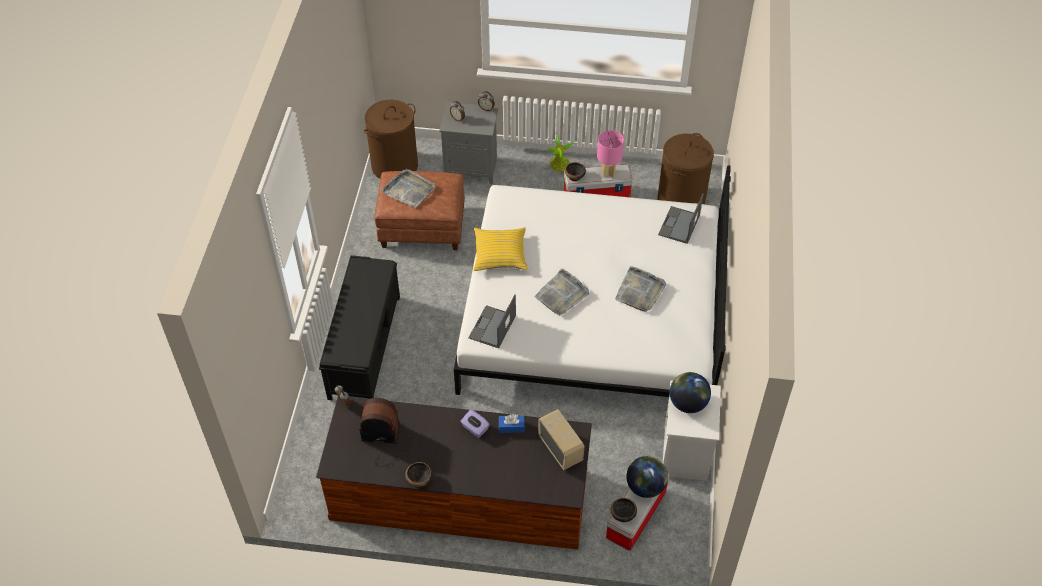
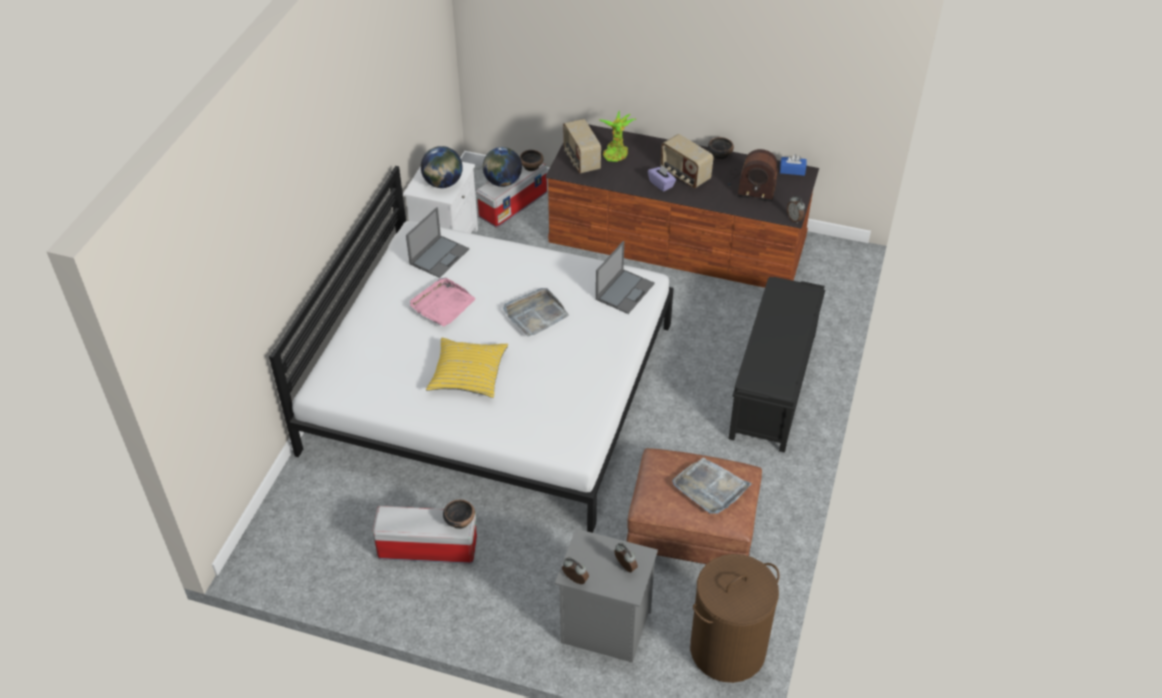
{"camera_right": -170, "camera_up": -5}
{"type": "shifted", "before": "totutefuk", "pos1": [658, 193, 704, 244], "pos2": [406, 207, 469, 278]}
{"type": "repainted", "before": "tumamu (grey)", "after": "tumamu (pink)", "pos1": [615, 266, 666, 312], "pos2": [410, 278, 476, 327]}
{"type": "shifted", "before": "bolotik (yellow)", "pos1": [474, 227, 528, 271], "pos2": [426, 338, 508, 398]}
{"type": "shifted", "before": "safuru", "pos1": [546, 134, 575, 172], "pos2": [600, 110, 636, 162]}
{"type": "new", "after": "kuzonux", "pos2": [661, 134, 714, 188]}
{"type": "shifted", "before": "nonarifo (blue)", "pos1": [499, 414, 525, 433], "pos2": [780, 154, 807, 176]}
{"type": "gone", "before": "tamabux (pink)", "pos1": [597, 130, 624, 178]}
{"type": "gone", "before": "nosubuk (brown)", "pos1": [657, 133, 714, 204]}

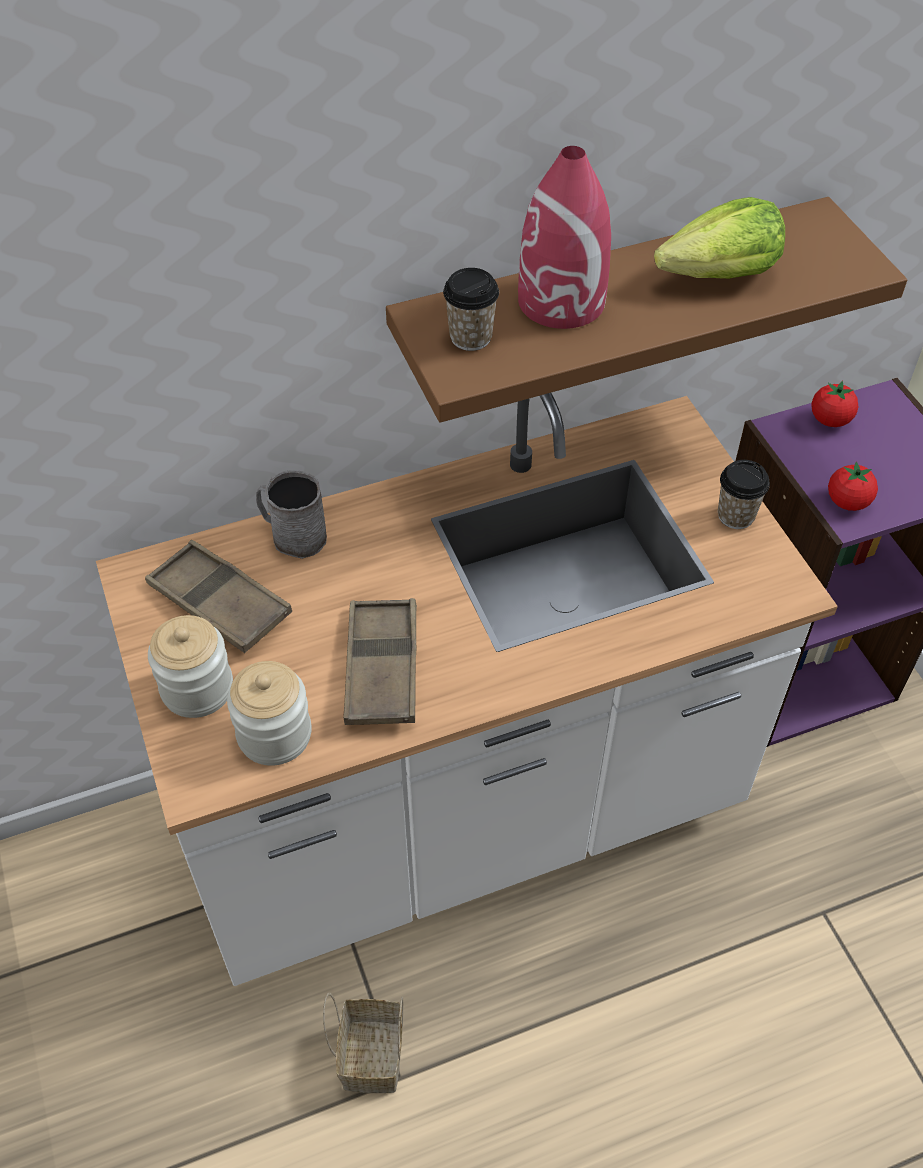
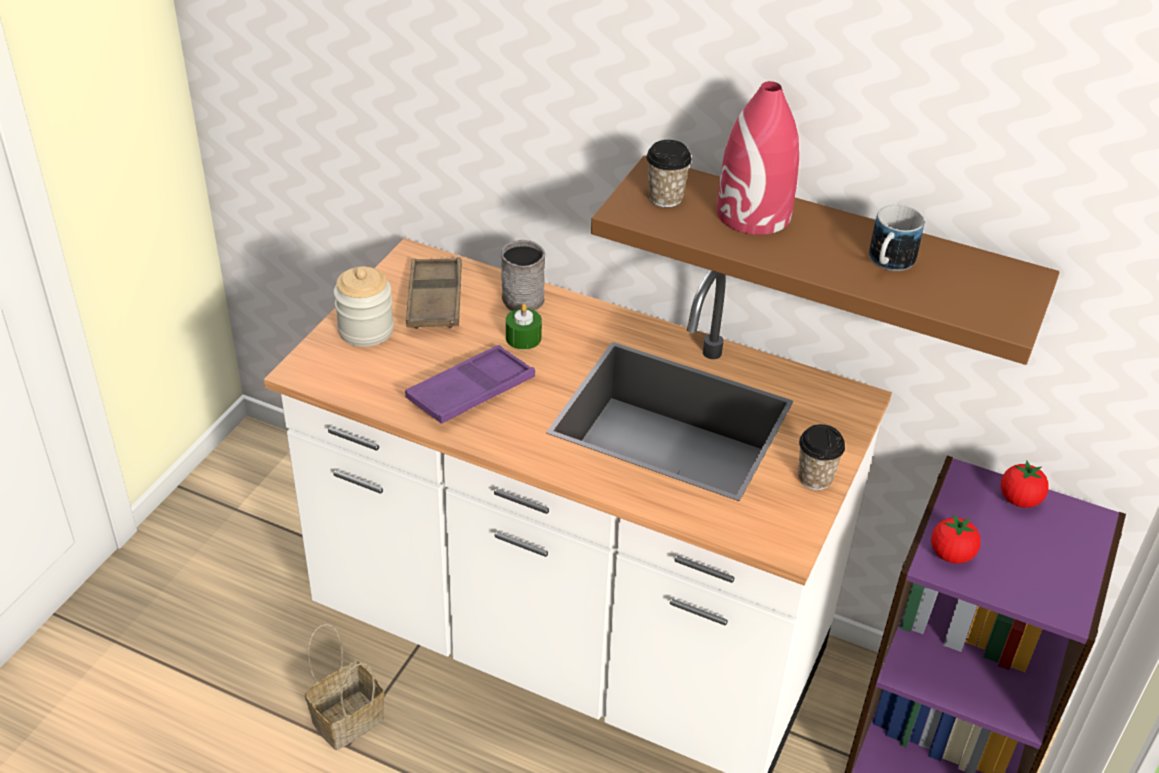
{"camera_right": 45, "camera_up": -10}
{"type": "repainted", "before": "tumamu (brown)", "after": "tumamu (purple)", "pos1": [343, 598, 417, 725], "pos2": [405, 345, 535, 424]}
{"type": "new", "after": "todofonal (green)", "pos2": [506, 304, 542, 350]}
{"type": "swapped", "before": "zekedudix", "after": "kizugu", "pos1": [654, 197, 785, 279], "pos2": [869, 205, 924, 271]}
{"type": "gone", "before": "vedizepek", "pos1": [227, 661, 312, 766]}

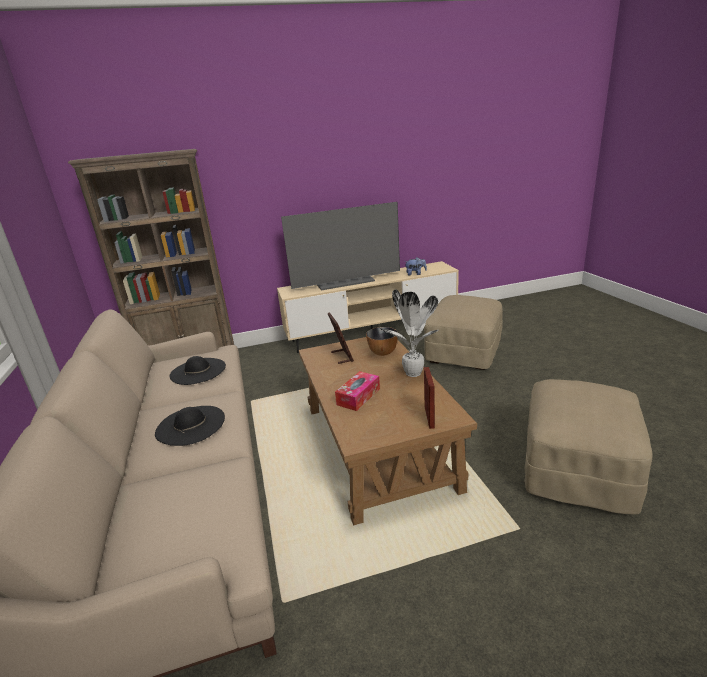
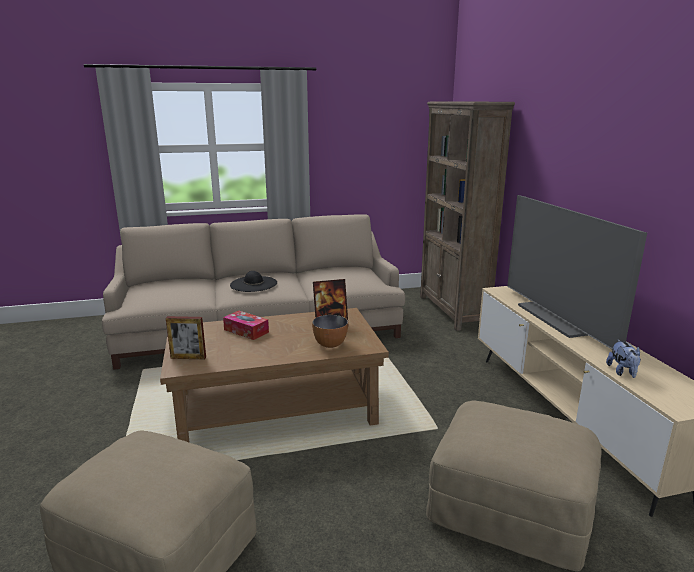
{"camera_right": 90, "camera_up": -5}
{"type": "gone", "before": "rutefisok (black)", "pos1": [169, 356, 226, 385]}
{"type": "gone", "before": "safuru", "pos1": [379, 289, 439, 377]}

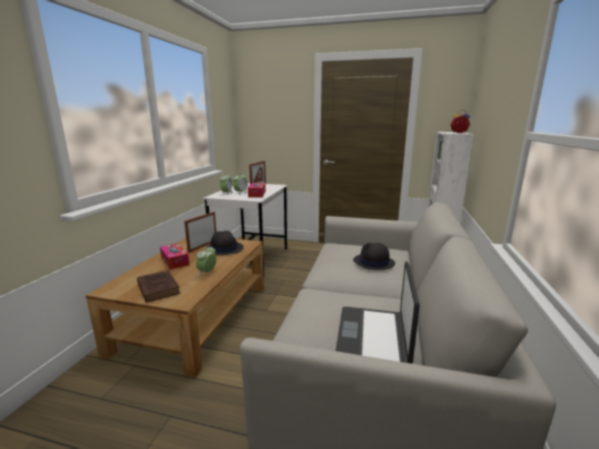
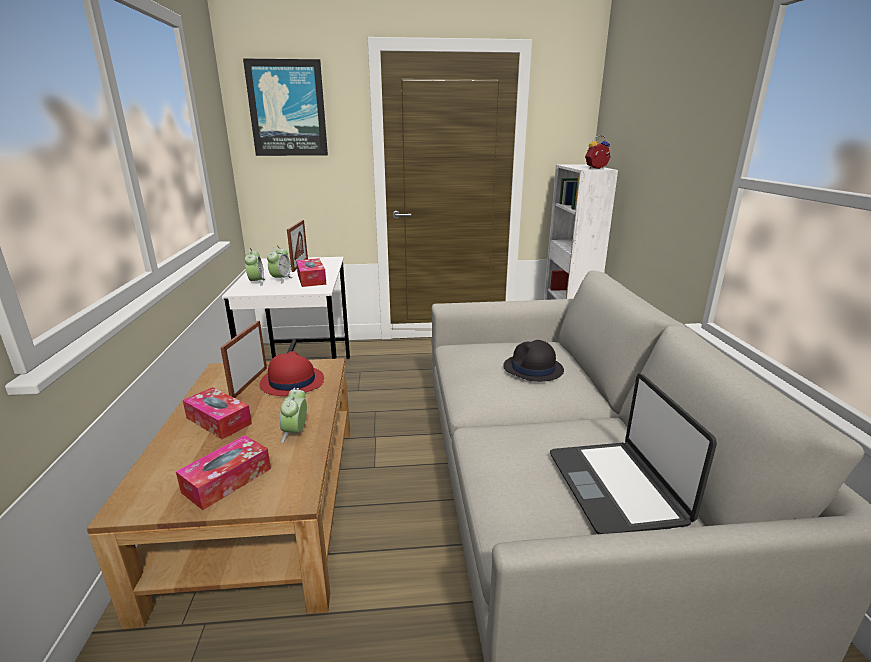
{"camera_right": -20, "camera_up": 5}
{"type": "swapped", "before": "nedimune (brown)", "after": "nonarifo", "pos1": [137, 270, 180, 302], "pos2": [176, 435, 271, 510]}
{"type": "new", "after": "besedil", "pos2": [243, 59, 328, 156]}
{"type": "repainted", "before": "rutefisok (black)", "after": "rutefisok (red)", "pos1": [206, 231, 243, 255], "pos2": [260, 351, 324, 396]}

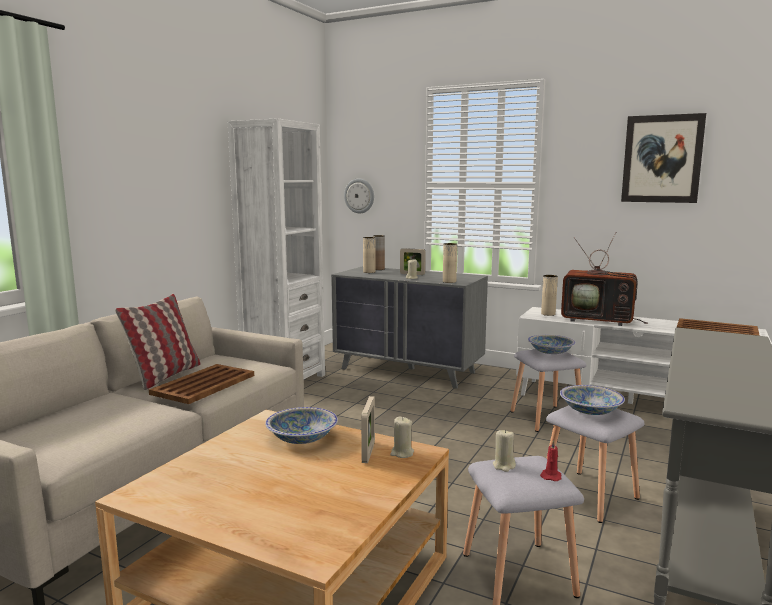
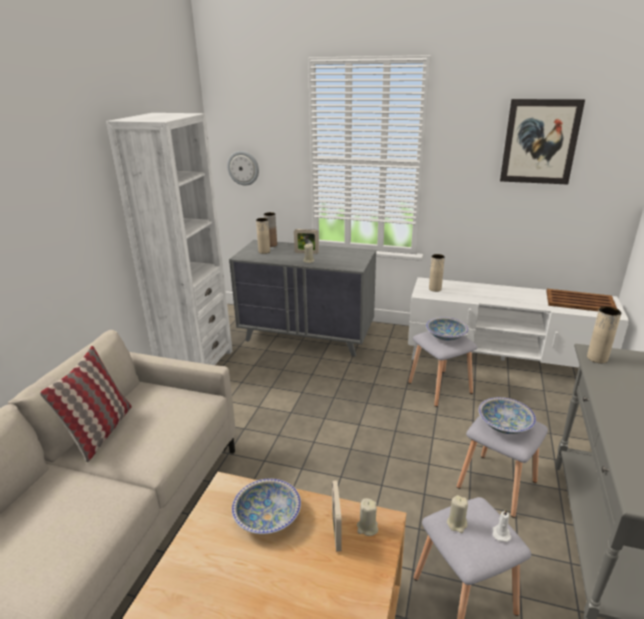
{"camera_right": -10, "camera_up": 15}
{"type": "repainted", "before": "todofonal (red)", "after": "todofonal (white)", "pos1": [540, 439, 561, 481], "pos2": [492, 509, 511, 542]}
{"type": "shifted", "before": "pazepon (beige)", "pos1": [443, 243, 457, 283], "pos2": [587, 307, 621, 363]}
{"type": "gone", "before": "tumamu (brown)", "pos1": [149, 364, 254, 404]}
{"type": "gone", "before": "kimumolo", "pos1": [561, 232, 648, 326]}

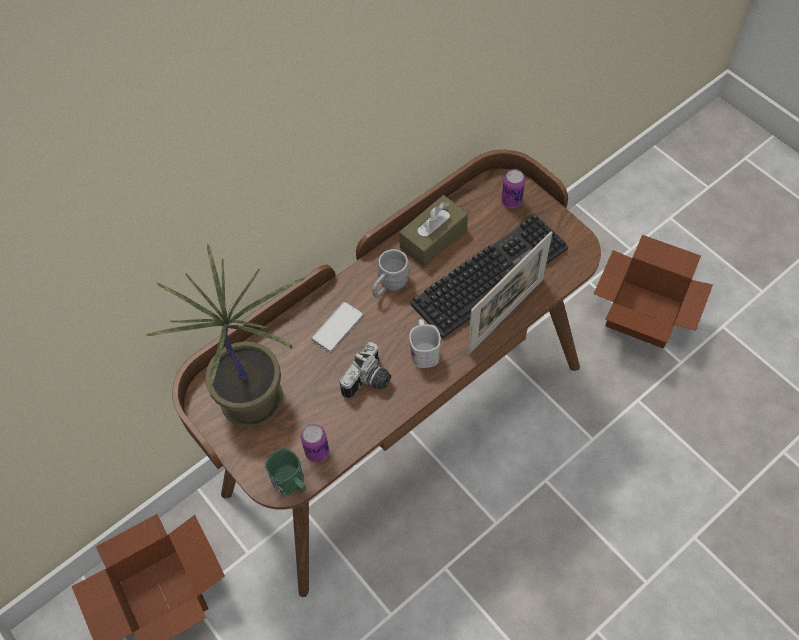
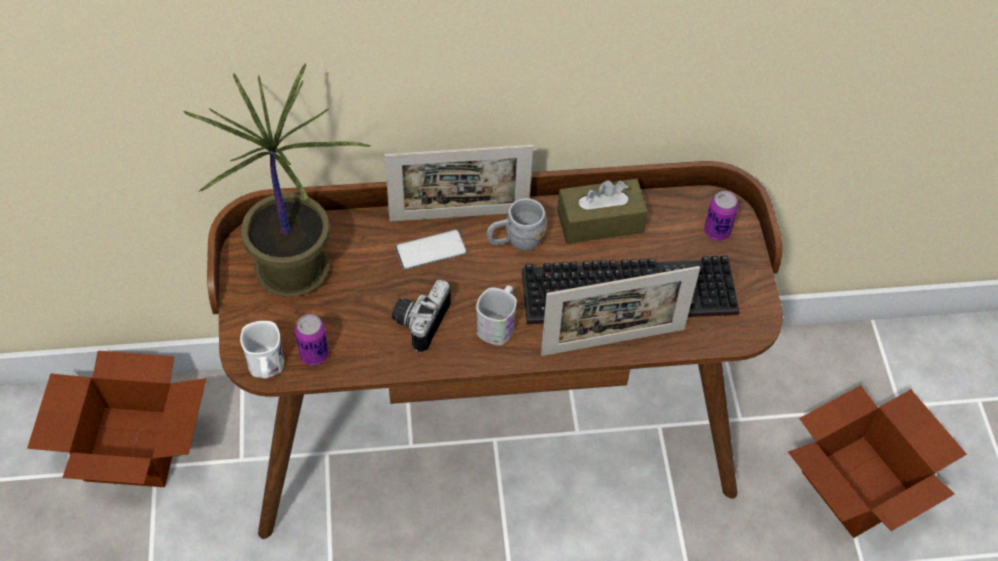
{"camera_right": 30, "camera_up": -5}
{"type": "repainted", "before": "kizugu (green)", "after": "kizugu (white)", "pos1": [265, 448, 306, 495], "pos2": [240, 321, 284, 378]}
{"type": "new", "after": "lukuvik", "pos2": [385, 145, 533, 222]}
{"type": "rotated", "before": "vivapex", "pos1": [340, 342, 391, 399], "pos2": [392, 280, 451, 352], "turn": 135}

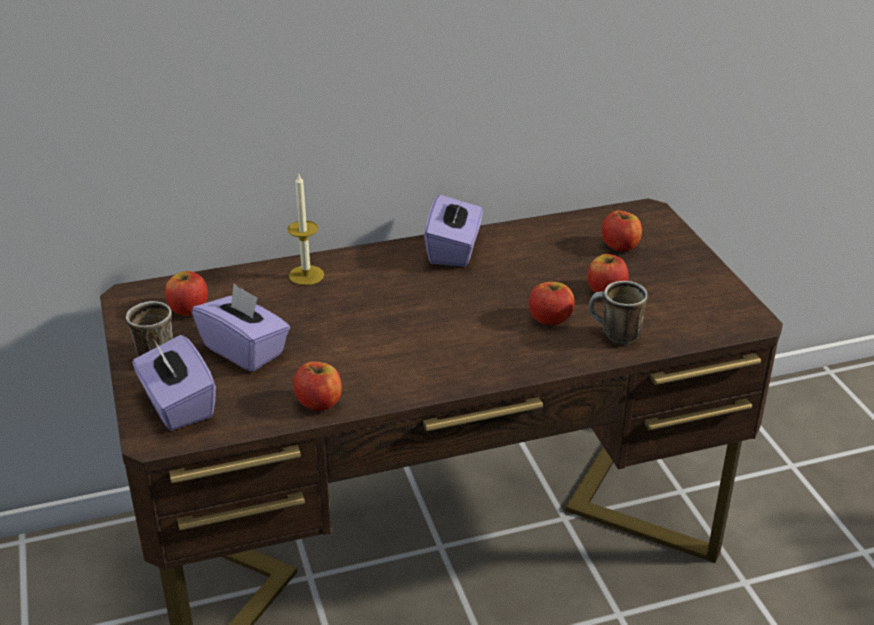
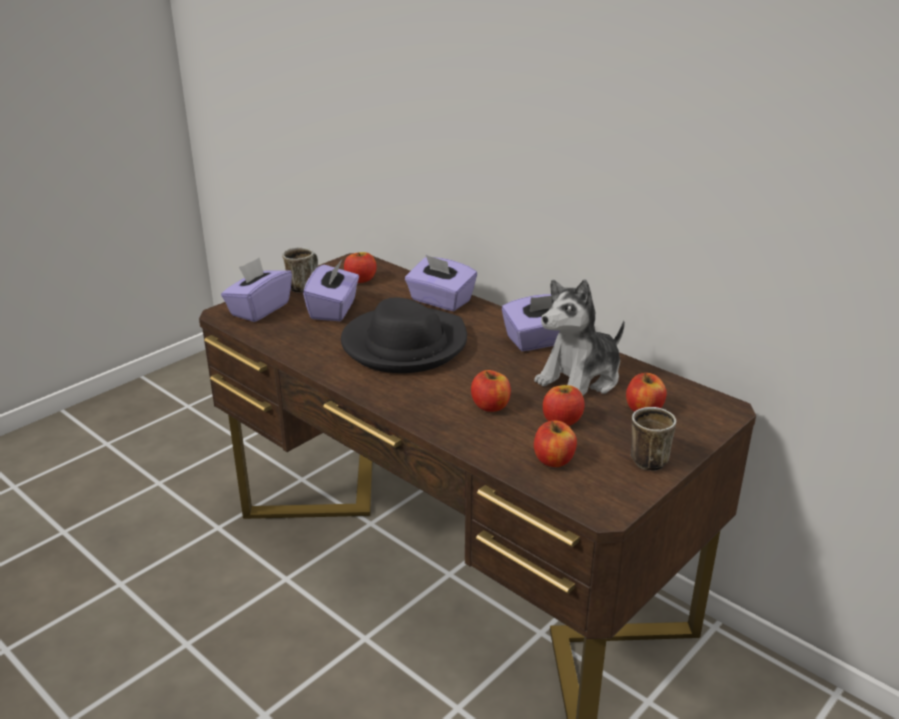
{"camera_right": 60, "camera_up": -5}
{"type": "new", "after": "rutefisok (black)", "pos2": [341, 297, 467, 373]}
{"type": "swapped", "before": "todofonal", "after": "nonarifo (purple)", "pos1": [287, 174, 324, 285], "pos2": [405, 255, 477, 311]}
{"type": "new", "after": "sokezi", "pos2": [534, 279, 625, 395]}
{"type": "shifted", "before": "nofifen", "pos1": [293, 362, 342, 411], "pos2": [534, 420, 577, 467]}
{"type": "shifted", "before": "kizugu", "pos1": [589, 281, 647, 345], "pos2": [631, 407, 676, 471]}

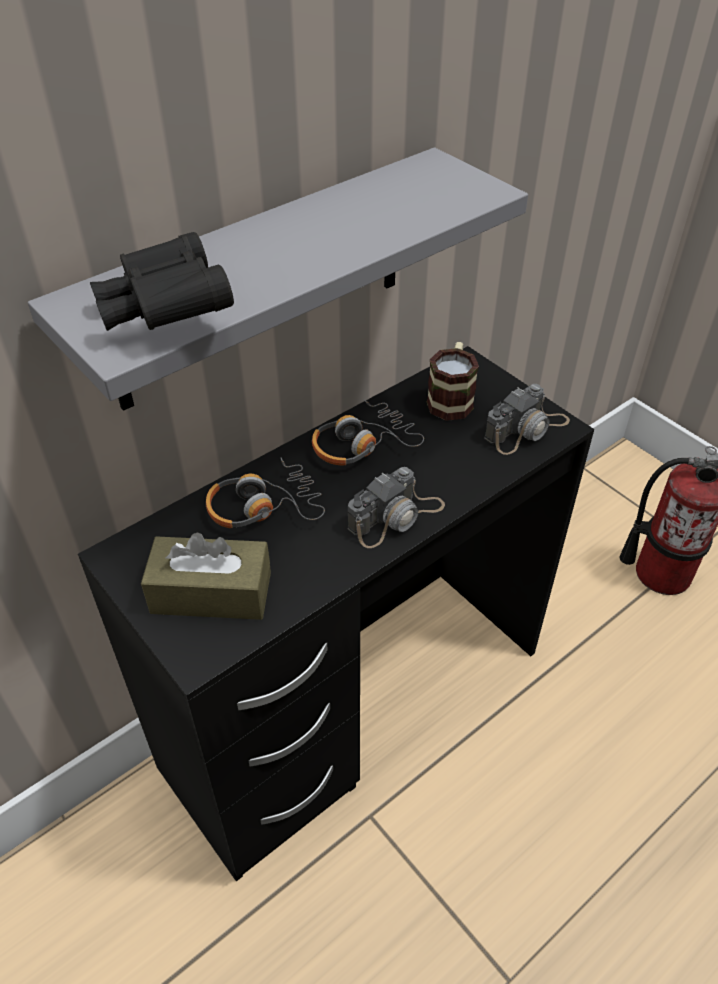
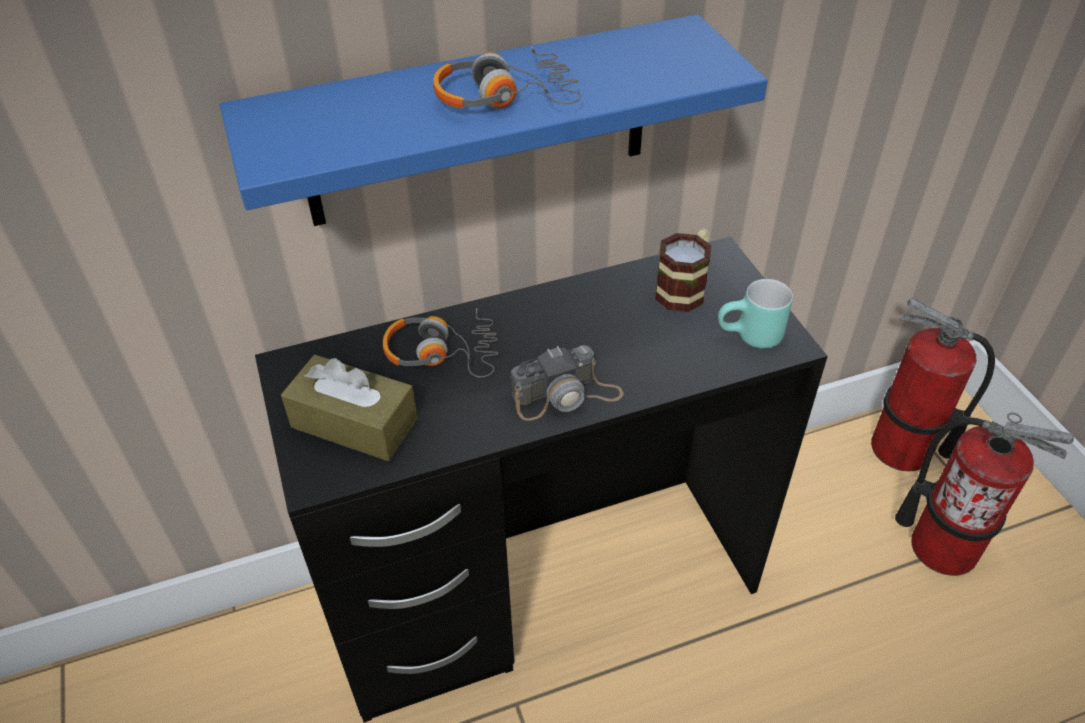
{"camera_right": 20, "camera_up": 0}
{"type": "repainted", "before": "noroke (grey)", "after": "noroke (blue)", "pos1": [28, 148, 528, 411], "pos2": [220, 14, 768, 226]}
{"type": "shifted", "before": "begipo", "pos1": [312, 399, 424, 466], "pos2": [433, 46, 581, 108]}
{"type": "swapped", "before": "vivapex", "after": "kizugu (turquoise)", "pos1": [484, 384, 570, 455], "pos2": [718, 279, 793, 349]}
{"type": "new", "after": "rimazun", "pos2": [871, 298, 995, 471]}
{"type": "gone", "before": "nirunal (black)", "pos1": [90, 232, 234, 331]}

